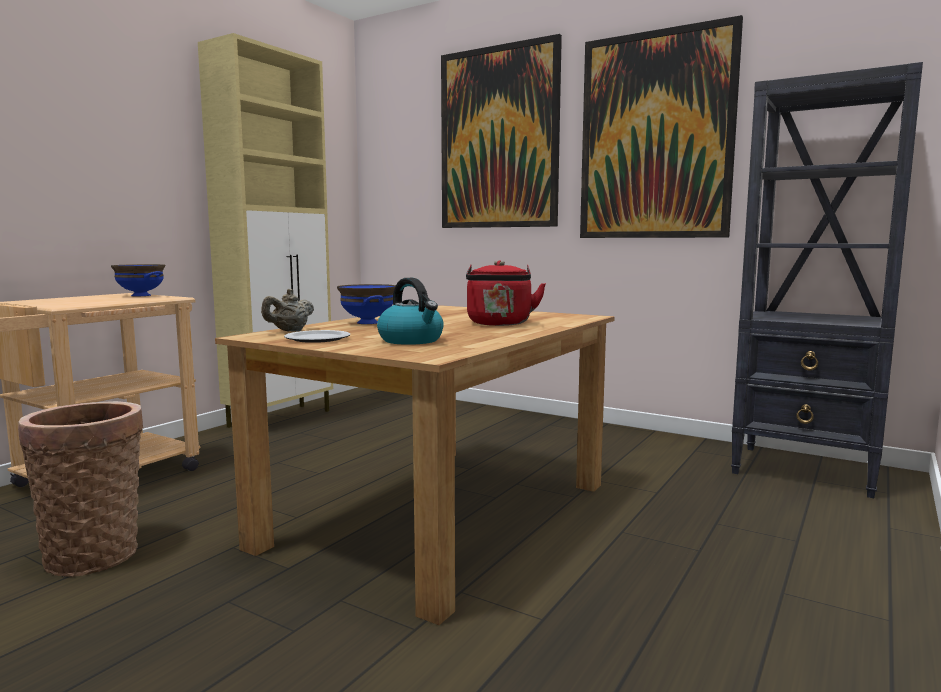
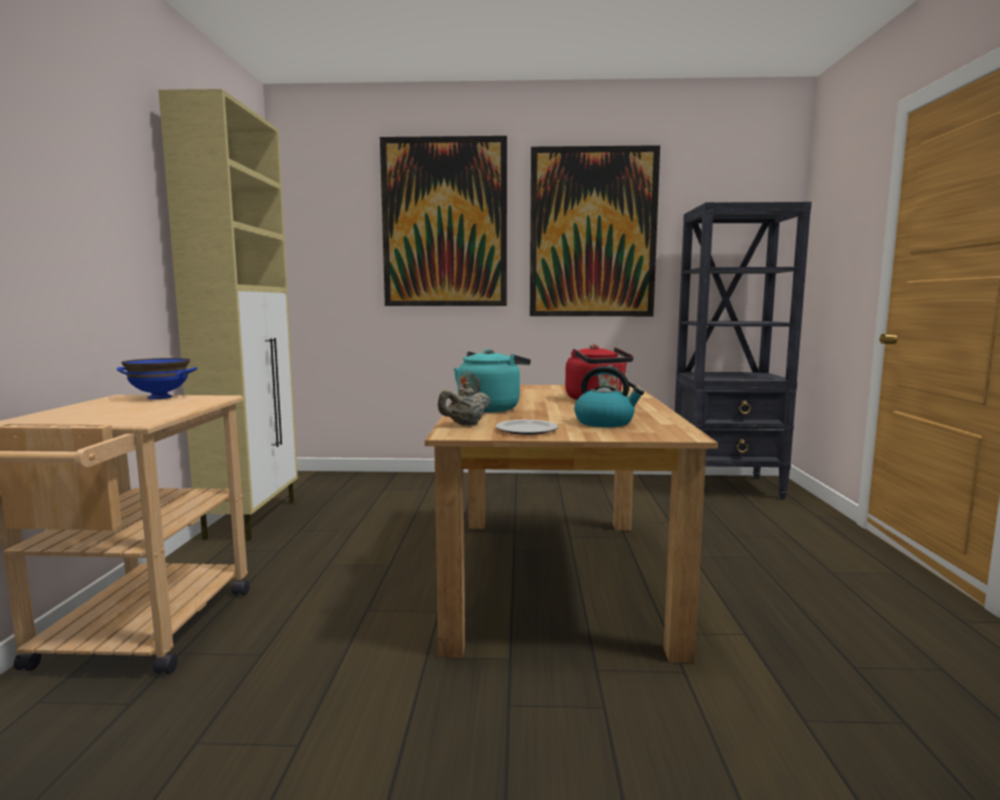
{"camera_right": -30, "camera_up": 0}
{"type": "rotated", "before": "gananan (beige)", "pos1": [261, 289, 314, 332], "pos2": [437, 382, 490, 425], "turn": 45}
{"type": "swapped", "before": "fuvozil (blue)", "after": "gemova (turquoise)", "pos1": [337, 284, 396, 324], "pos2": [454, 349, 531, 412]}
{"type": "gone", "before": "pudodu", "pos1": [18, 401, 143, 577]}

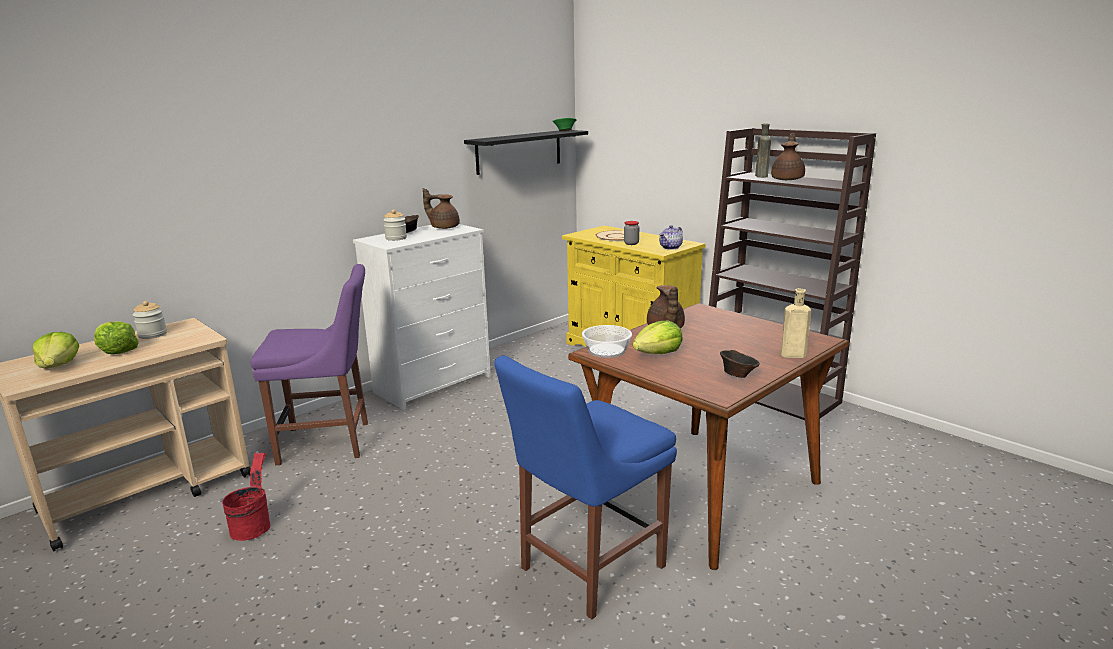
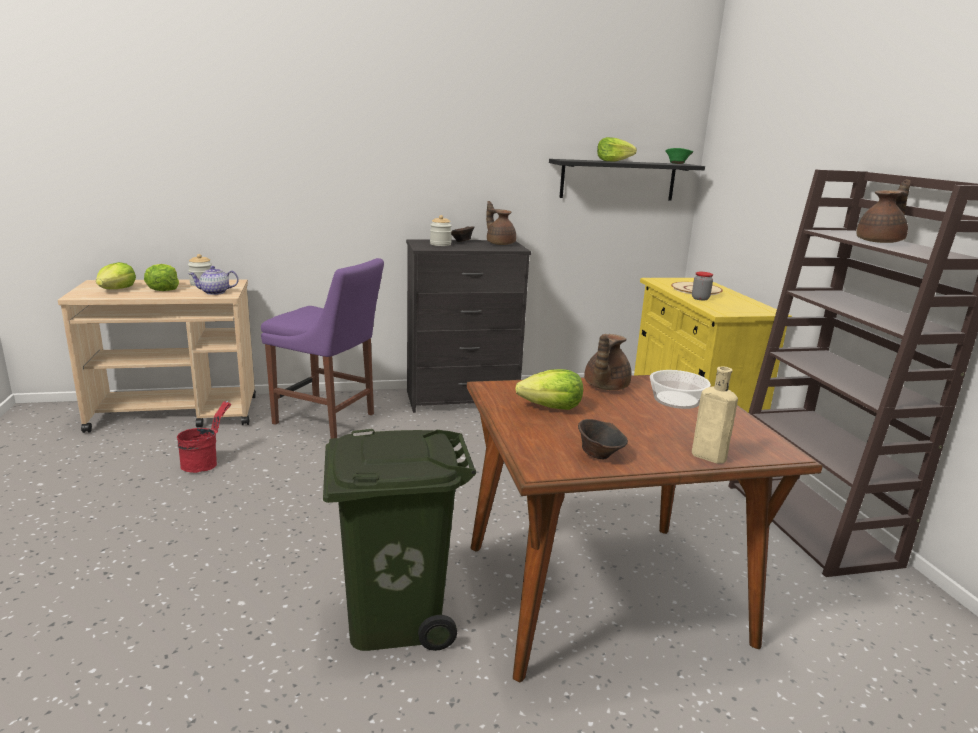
{"camera_right": 30, "camera_up": 0}
{"type": "shifted", "before": "gananan", "pos1": [659, 225, 683, 250], "pos2": [189, 266, 238, 295]}
{"type": "swapped", "before": "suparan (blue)", "after": "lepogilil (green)", "pos1": [495, 356, 677, 619], "pos2": [323, 429, 476, 651]}
{"type": "repainted", "before": "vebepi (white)", "after": "vebepi (black)", "pos1": [353, 224, 491, 410], "pos2": [406, 239, 531, 413]}
{"type": "new", "after": "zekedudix", "pos2": [597, 137, 637, 162]}
{"type": "shifted", "before": "fuvozil", "pos1": [582, 325, 632, 358], "pos2": [650, 370, 711, 409]}
{"type": "gone", "before": "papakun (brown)", "pos1": [755, 124, 771, 178]}

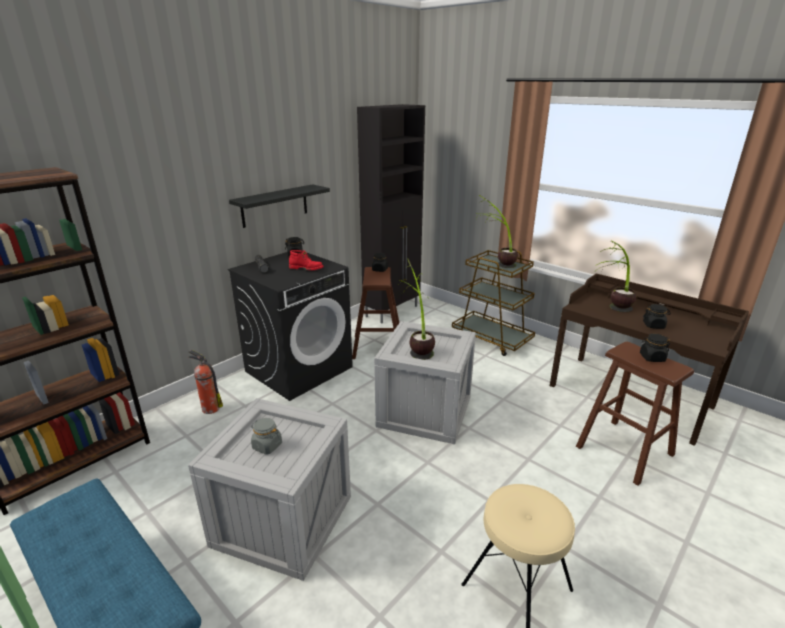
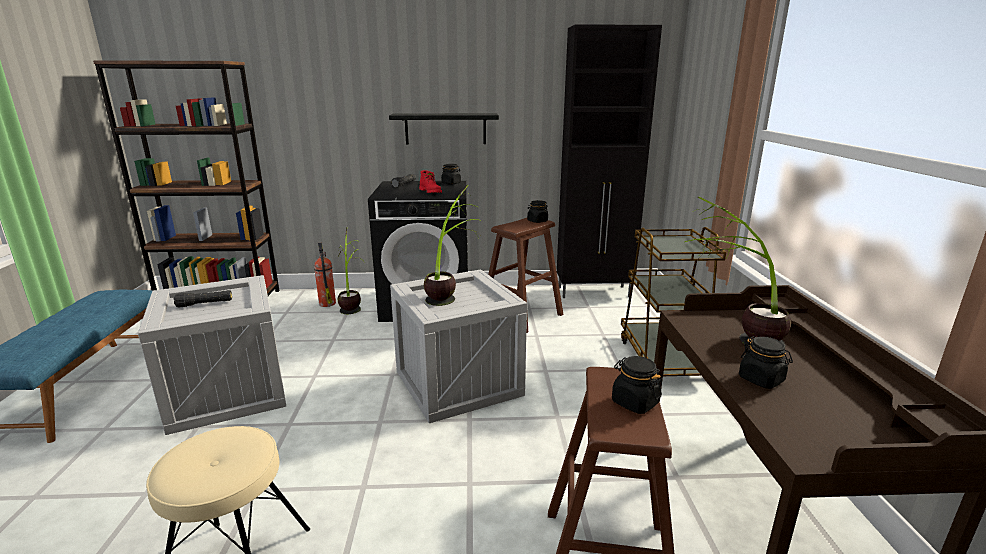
{"camera_right": 45, "camera_up": -5}
{"type": "swapped", "before": "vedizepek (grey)", "after": "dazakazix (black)", "pos1": [251, 418, 282, 455], "pos2": [173, 290, 232, 307]}
{"type": "shifted", "before": "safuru", "pos1": [475, 195, 518, 268], "pos2": [338, 227, 363, 314]}

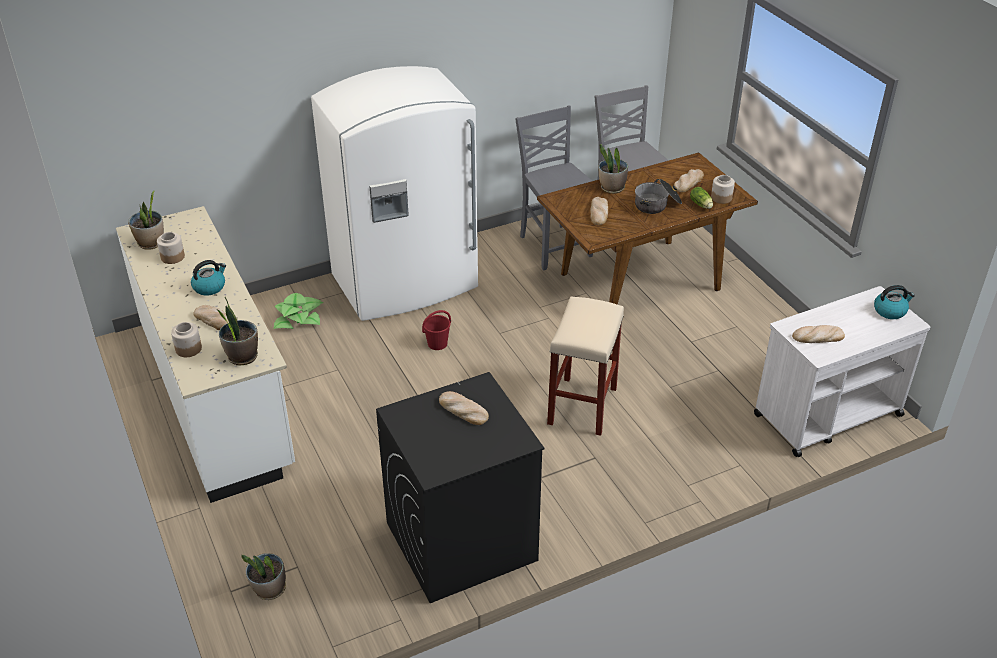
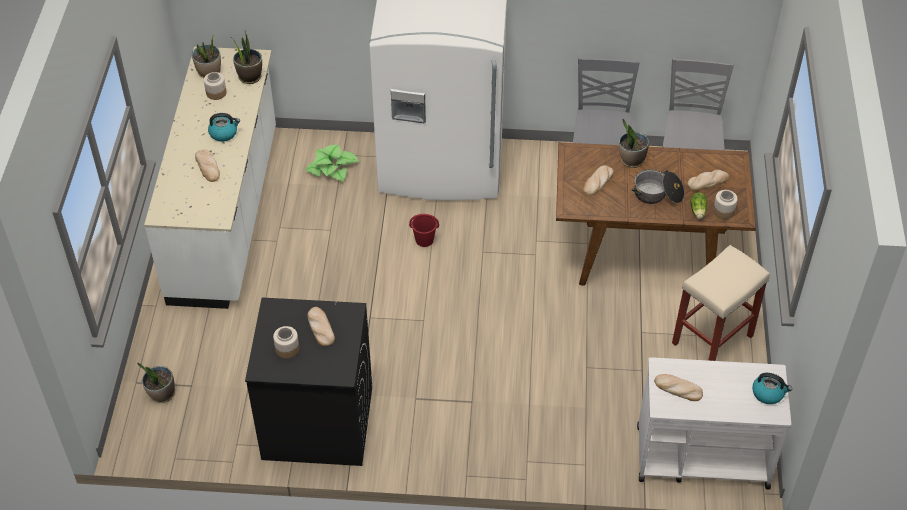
{"camera_right": 30, "camera_up": 10}
{"type": "shifted", "before": "safuru", "pos1": [216, 297, 258, 365], "pos2": [232, 31, 262, 84]}
{"type": "shifted", "before": "vedizepek", "pos1": [171, 322, 202, 357], "pos2": [273, 326, 299, 359]}
{"type": "shifted", "before": "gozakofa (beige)", "pos1": [547, 296, 624, 436], "pos2": [672, 245, 770, 361]}

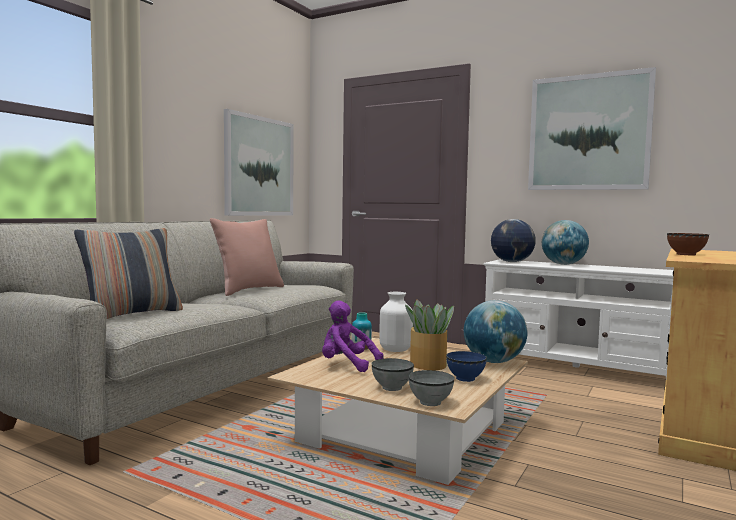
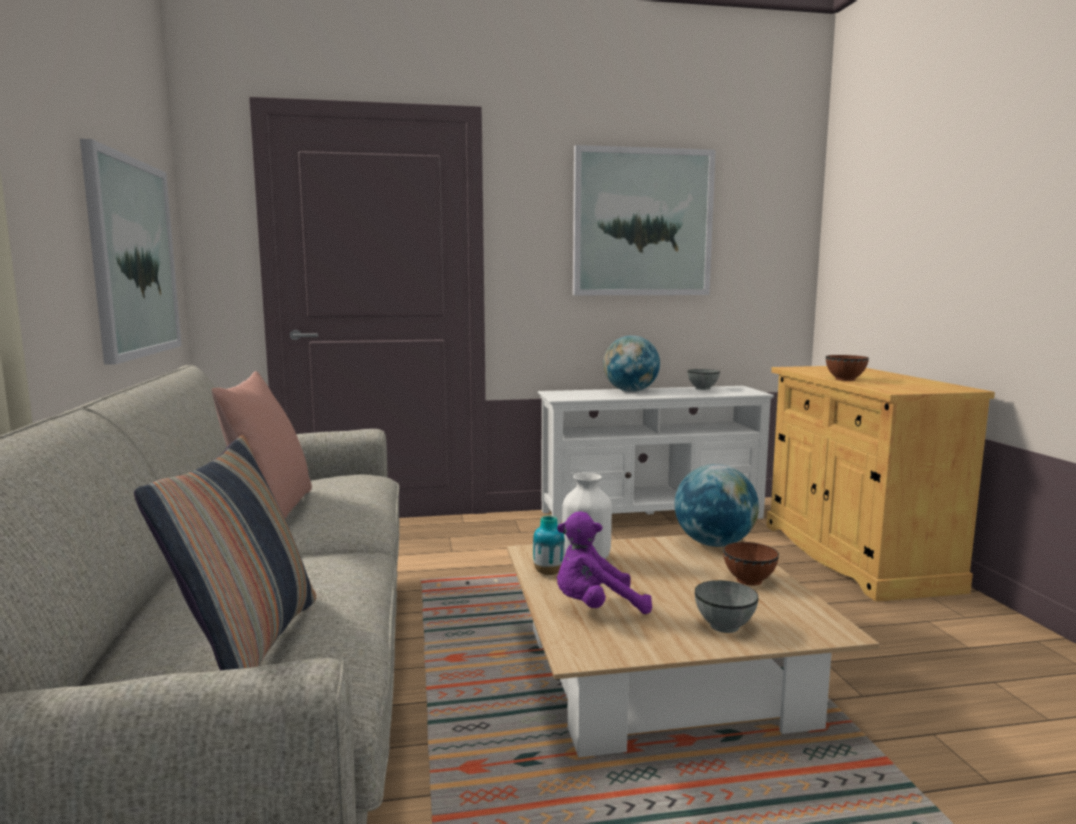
{"camera_right": -40, "camera_up": 5}
{"type": "shifted", "before": "fuvozil (grey)", "pos1": [408, 370, 454, 406], "pos2": [687, 369, 720, 390]}
{"type": "repainted", "before": "fuvozil (blue)", "after": "fuvozil (brown)", "pos1": [446, 351, 487, 382], "pos2": [723, 542, 779, 586]}
{"type": "gone", "before": "safuru", "pos1": [405, 300, 454, 370]}
{"type": "gone", "before": "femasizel", "pos1": [491, 219, 536, 262]}

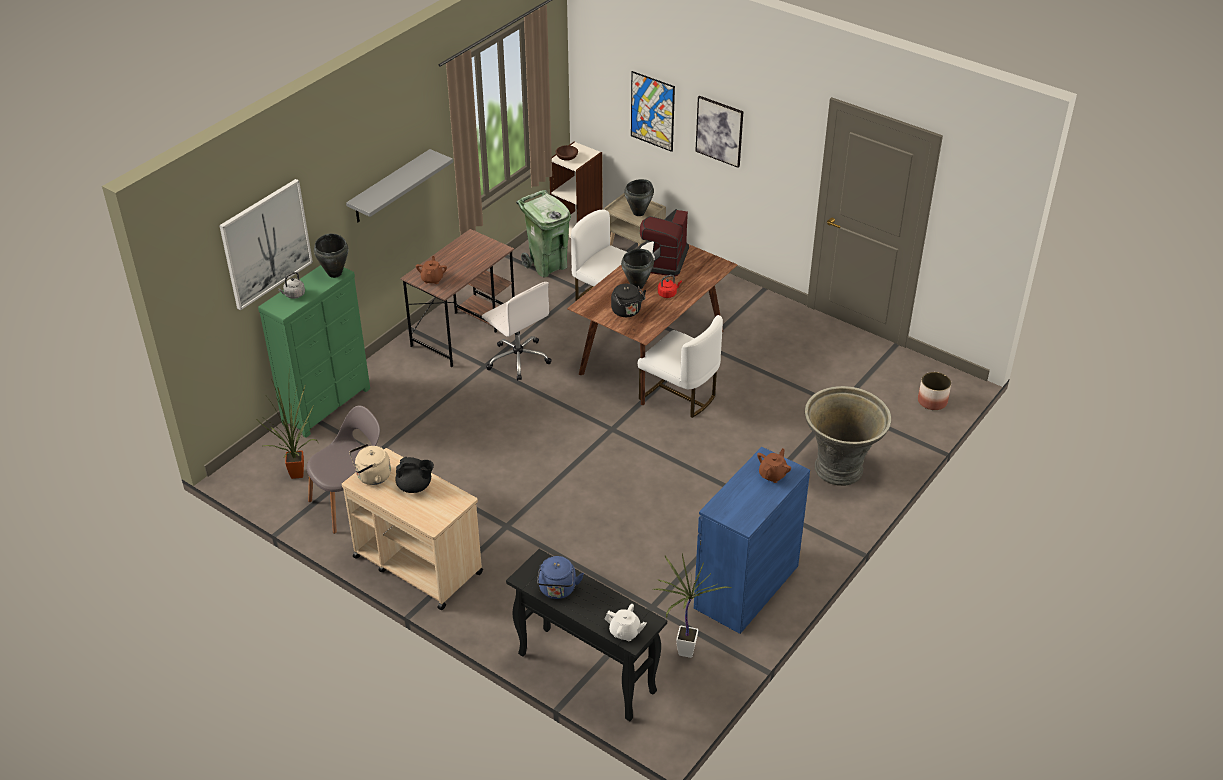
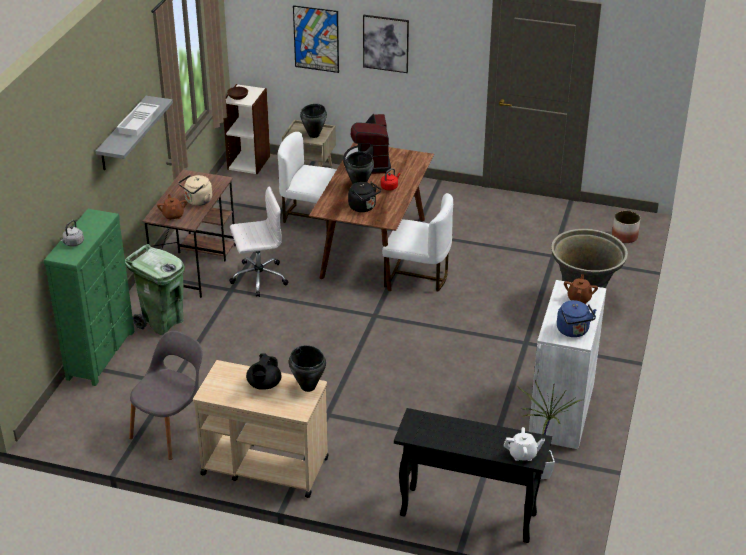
{"camera_right": -20, "camera_up": -5}
{"type": "new", "after": "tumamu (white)", "pos2": [117, 102, 160, 136]}
{"type": "shifted", "before": "lepogilil (green)", "pos1": [516, 190, 571, 277], "pos2": [125, 244, 185, 335]}
{"type": "shifted", "before": "gemova (beige)", "pos1": [349, 444, 391, 485], "pos2": [178, 175, 212, 206]}
{"type": "rotated", "before": "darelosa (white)", "pos1": [482, 282, 552, 381], "pos2": [229, 186, 289, 297], "turn": -45}
{"type": "rotated", "before": "gananan (black)", "pos1": [395, 457, 434, 493], "pos2": [246, 354, 281, 390], "turn": 120}
{"type": "shifted", "before": "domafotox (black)", "pos1": [314, 234, 348, 278], "pos2": [289, 345, 326, 392]}
{"type": "repainted", "before": "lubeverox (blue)", "after": "lubeverox (white)", "pos1": [694, 447, 810, 634], "pos2": [529, 280, 606, 449]}
{"type": "shifted", "before": "gemova (blue)", "pos1": [537, 556, 584, 599], "pos2": [557, 300, 596, 337]}
{"type": "gone", "before": "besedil", "pos1": [219, 179, 313, 310]}
{"type": "gone", "before": "safuru", "pos1": [257, 379, 319, 479]}

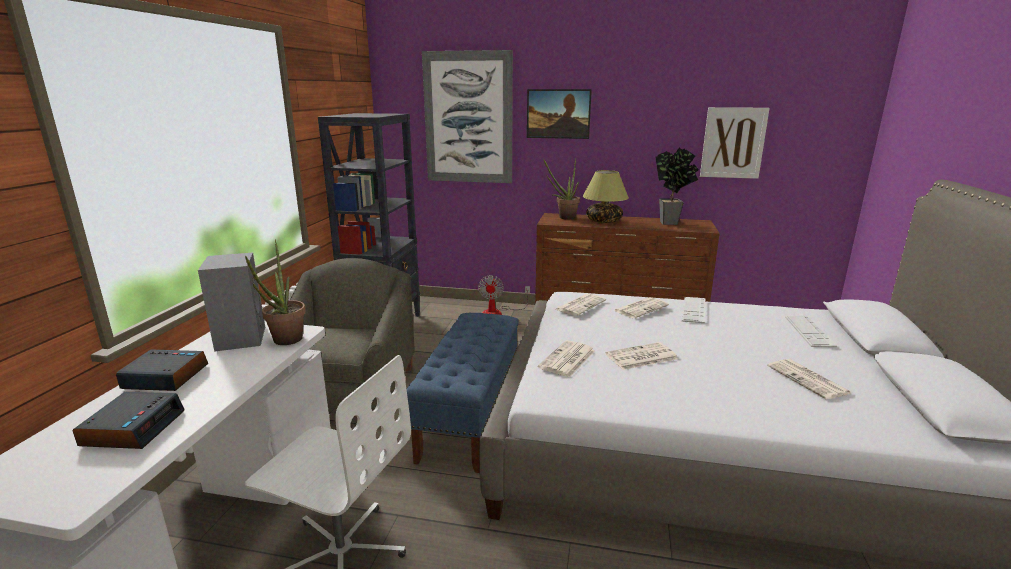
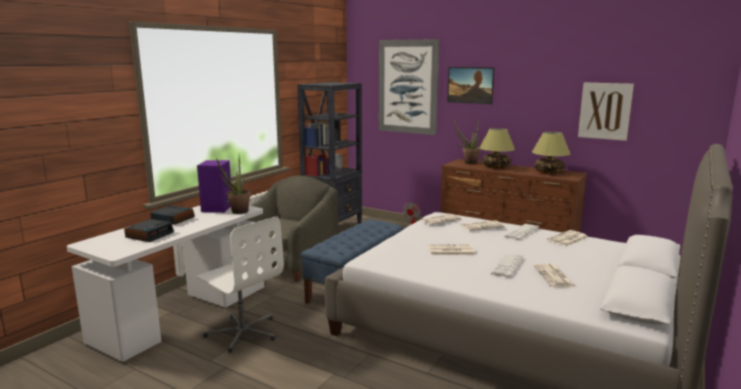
{"camera_right": 20, "camera_up": -5}
{"type": "repainted", "before": "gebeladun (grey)", "after": "gebeladun (purple)", "pos1": [198, 252, 265, 352], "pos2": [197, 160, 232, 213]}
{"type": "shifted", "before": "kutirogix", "pos1": [785, 316, 837, 347], "pos2": [491, 253, 523, 277]}
{"type": "swapped", "before": "safuru", "after": "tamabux", "pos1": [655, 148, 699, 225], "pos2": [532, 132, 570, 174]}
{"type": "shifted", "before": "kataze", "pos1": [538, 340, 595, 378], "pos2": [547, 230, 589, 247]}

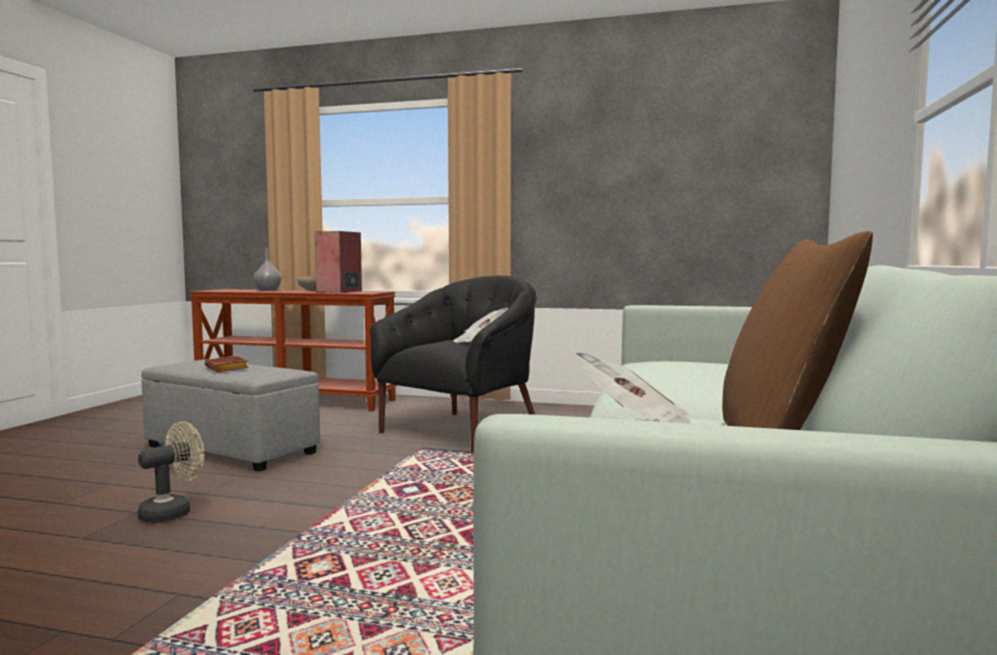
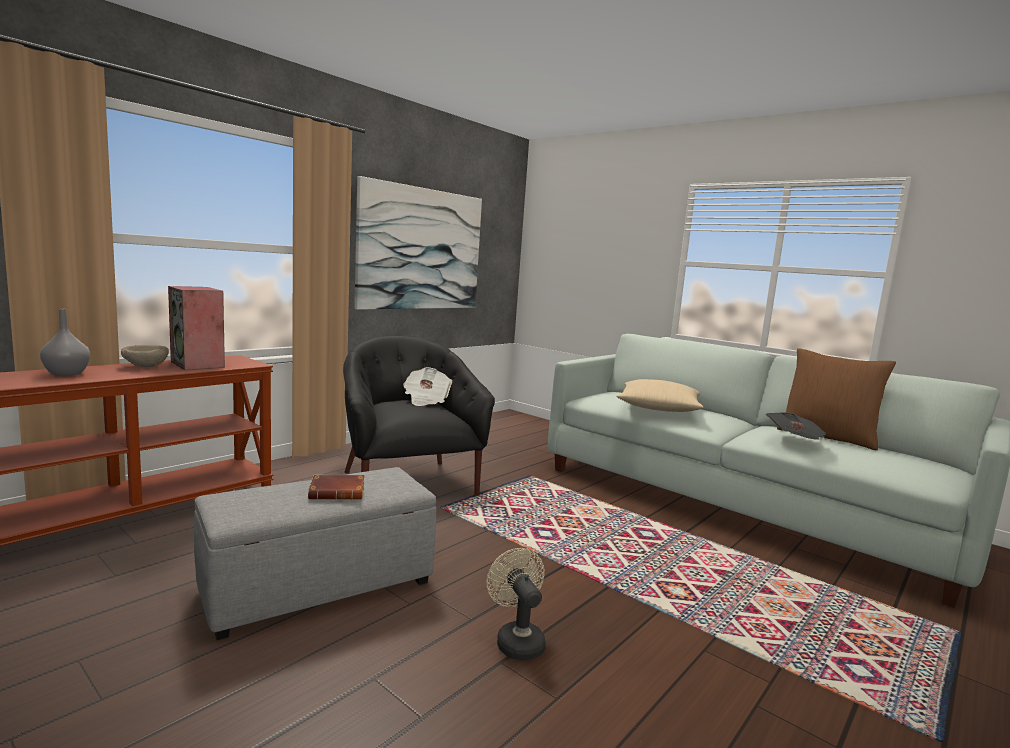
{"camera_right": -65, "camera_up": 5}
{"type": "new", "after": "besedil", "pos2": [354, 176, 482, 310]}
{"type": "new", "after": "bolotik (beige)", "pos2": [616, 379, 704, 412]}

